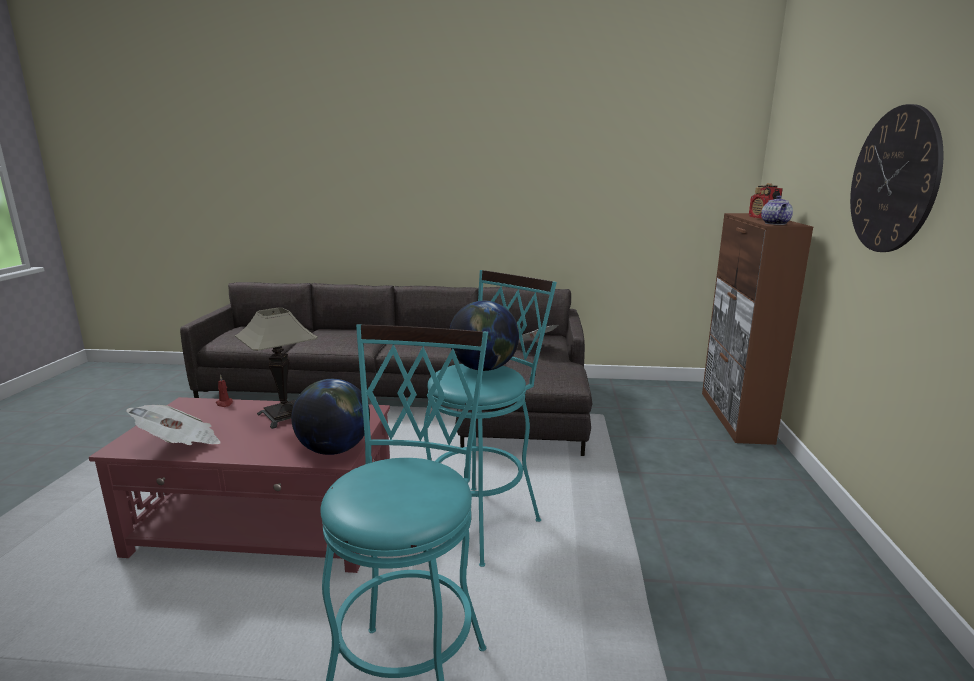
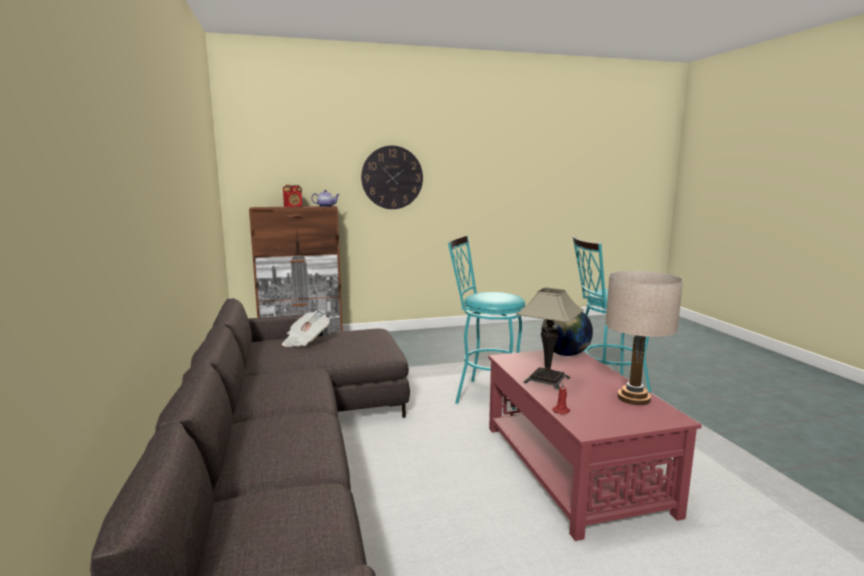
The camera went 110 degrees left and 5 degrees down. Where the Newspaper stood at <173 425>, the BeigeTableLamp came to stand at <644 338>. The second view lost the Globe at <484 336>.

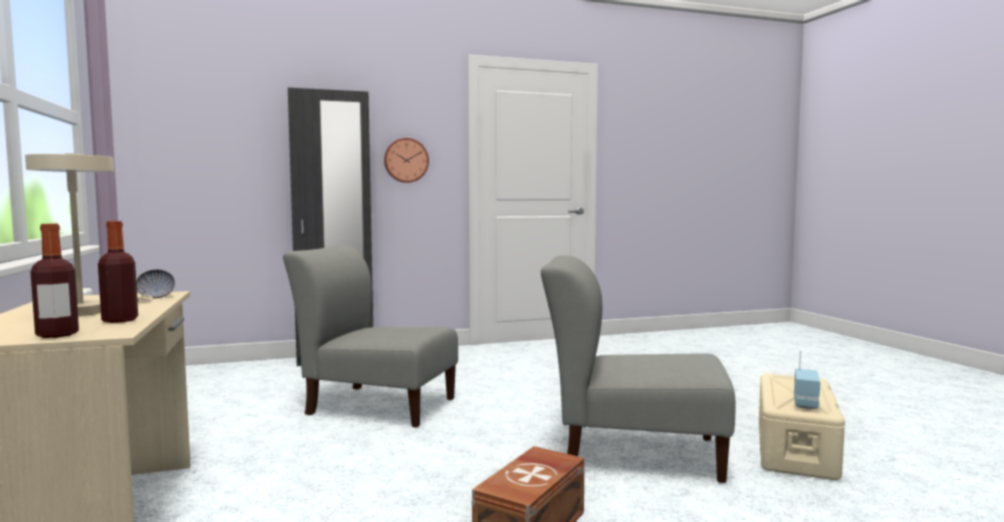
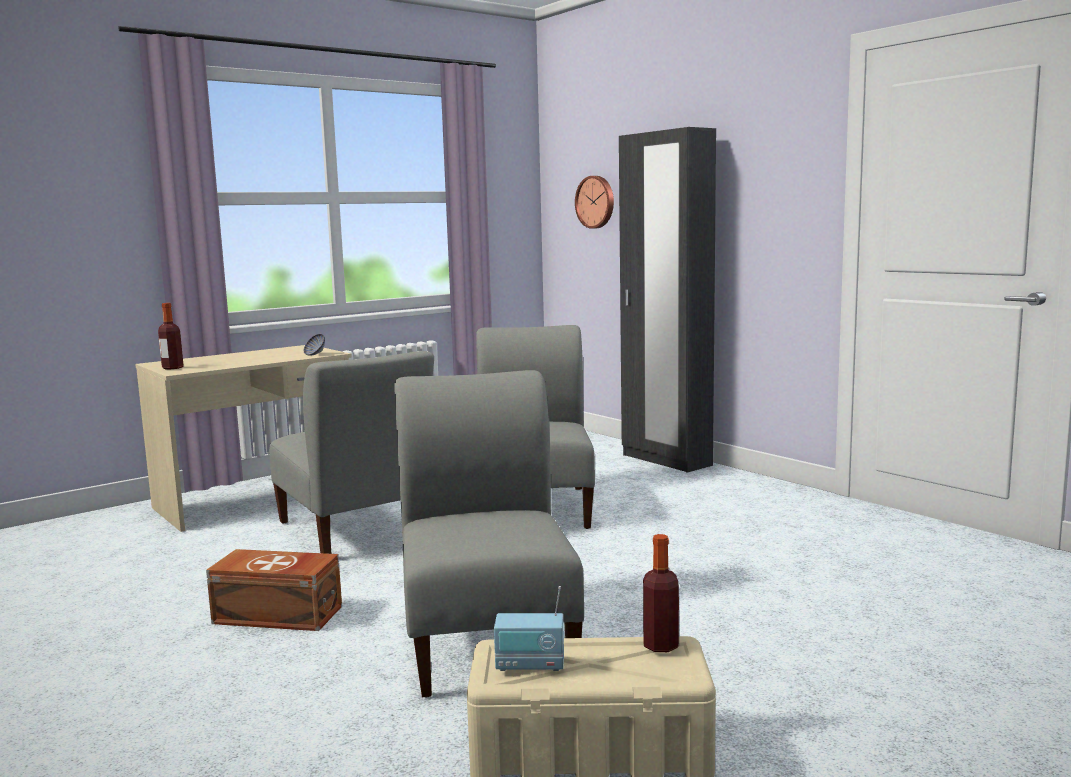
The camera went 70 degrees right and 5 degrees up. The second view lost the BeigeTableLamp at <89 234>. The Bottle ended up elsewhere, having gone from <118 272> to <661 593>. The WallClock ended up elsewhere, having gone from <406 160> to <594 202>. The second view gained the GreyChair at <351 452>.

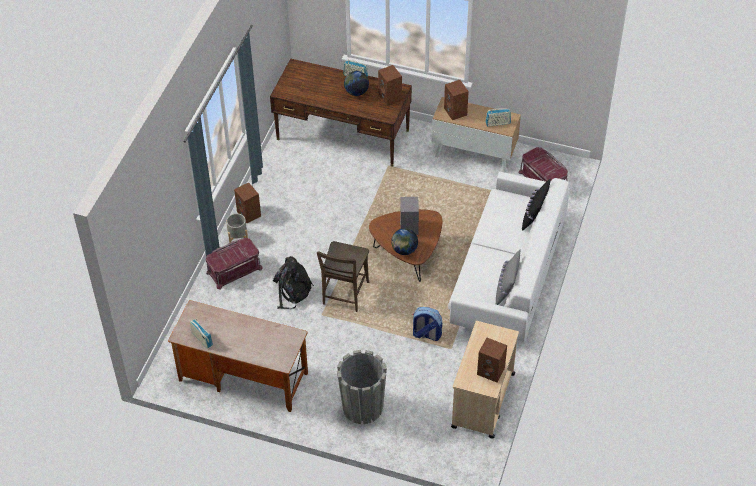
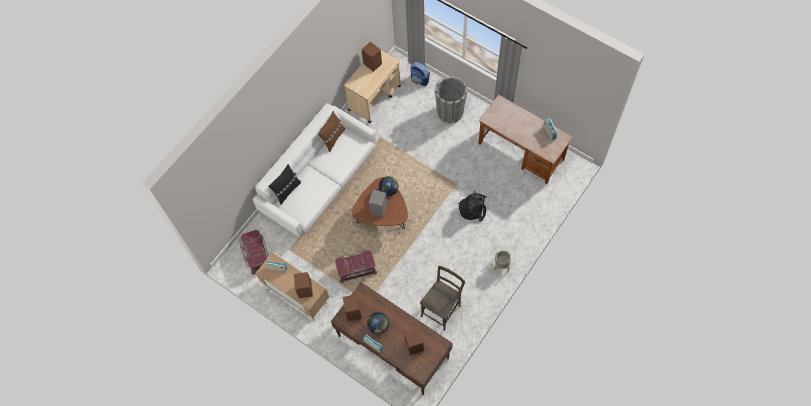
The camera went 160 degrees left and 15 degrees up. The RedStorageBox ended up elsewhere, having gone from <234 263> to <356 266>. The BrownSpeaker ended up elsewhere, having gone from <247 202> to <414 341>. The BrownChair ended up elsewhere, having gone from <343 276> to <442 298>. The Backpack ended up elsewhere, having gone from <427 324> to <420 74>. What was the GreyPillow at <508 277> turned into the BrownPillow at <331 131>.

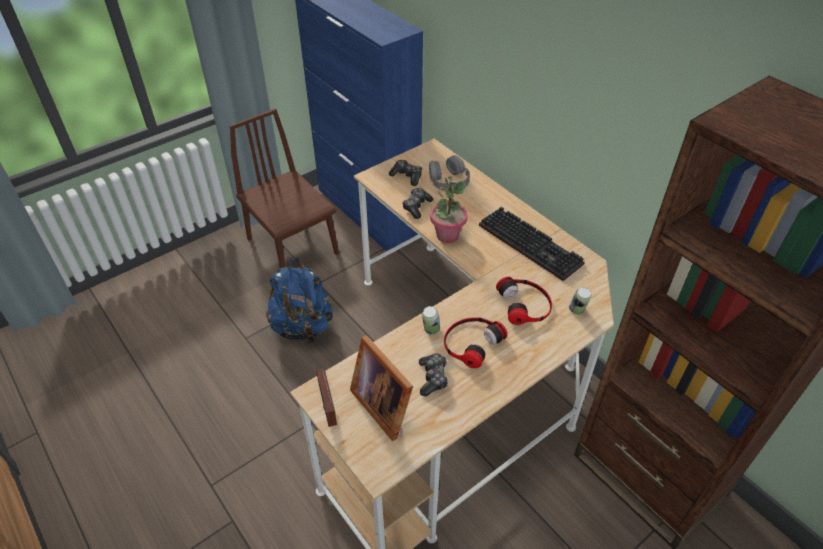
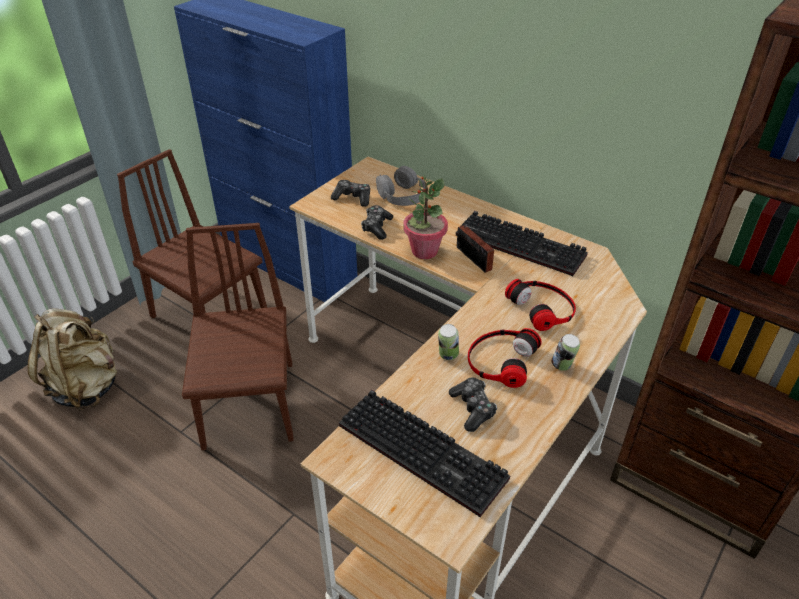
The camera went 15 degrees left and 5 degrees down. Where the BlueBackpack stood at <299 300>, the BrownChair came to stand at <237 336>. The Radio ended up elsewhere, having gone from <326 397> to <477 249>. Where the PictureFrame stood at <381 388>, the Keyboard came to stand at <424 453>. The Can ended up elsewhere, having gone from <580 301> to <566 352>. The second view gained the BeigeBackpack at <72 359>.

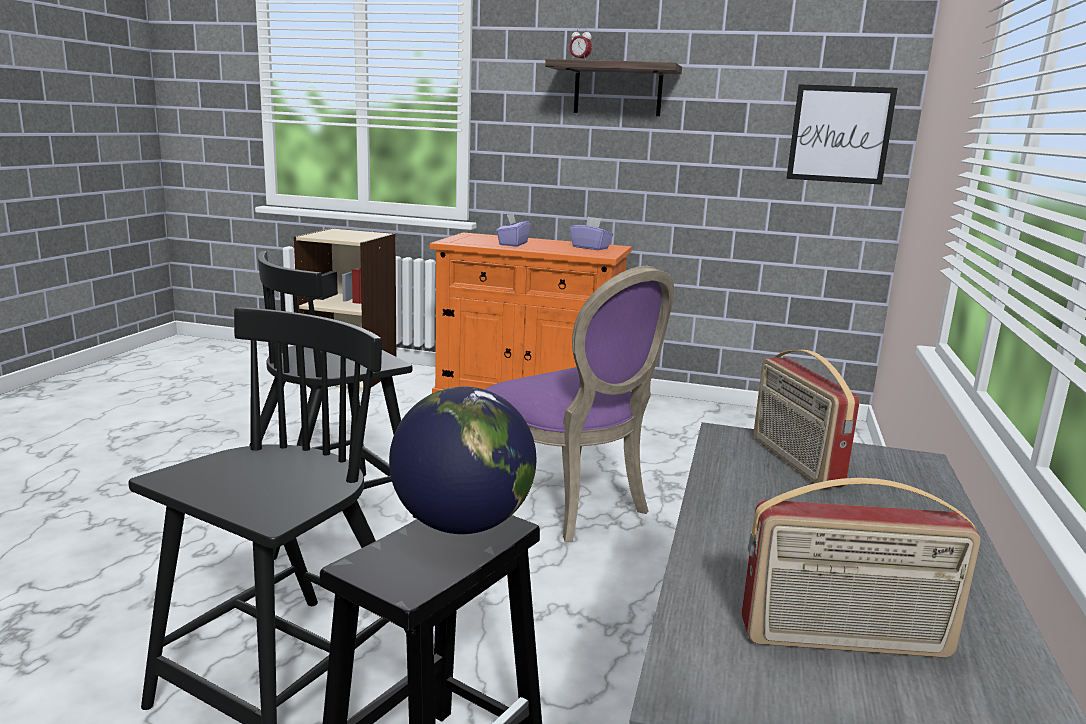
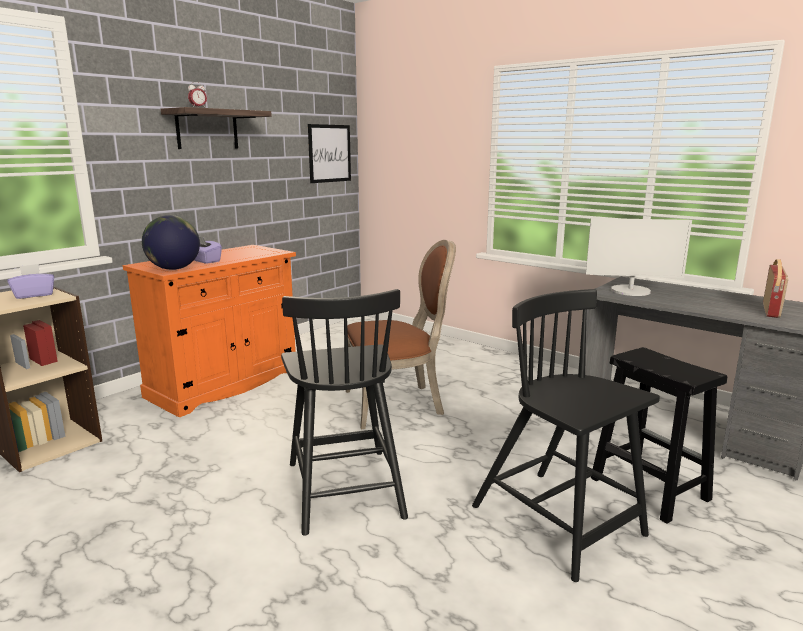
The camera went 65 degrees left and 0 degrees up. The Globe ended up elsewhere, having gone from <462 460> to <171 242>. What was the PurpleChair at <579 404> turned into the BrownChair at <401 334>. The PurpleTissueBox ended up elsewhere, having gone from <591 233> to <30 281>. Where the Radio stood at <806 419>, the Monitor came to stand at <639 257>.

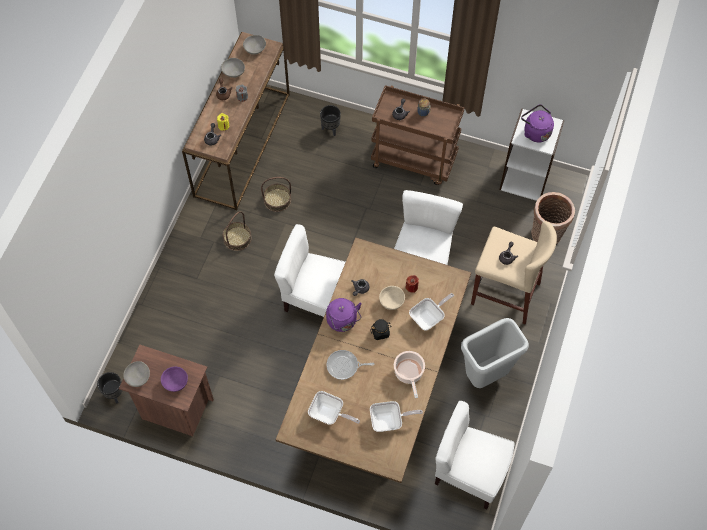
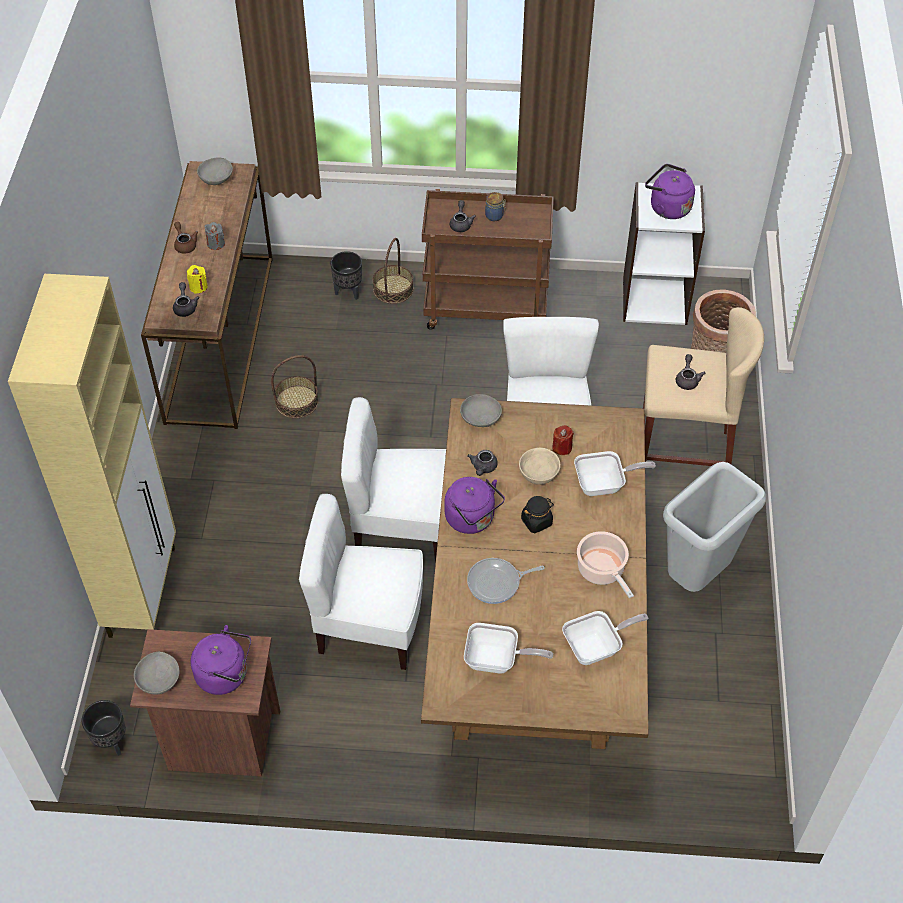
The camera went 15 degrees left and 10 degrees down. Where the PurpleBowl stood at <174 379>, the PurpleKettle came to stand at <221 660>. The GreyBowl ended up elsewhere, having gone from <233 68> to <481 410>. The Basket ended up elsewhere, having gone from <237 231> to <393 271>. The FryingPan at <431 312> ended up facing another way, 45 degrees clockwise from before. The WhiteChair ended up elsewhere, having gone from <474 455> to <361 582>. The second view gained the BeigeCabinet at <92 456>.

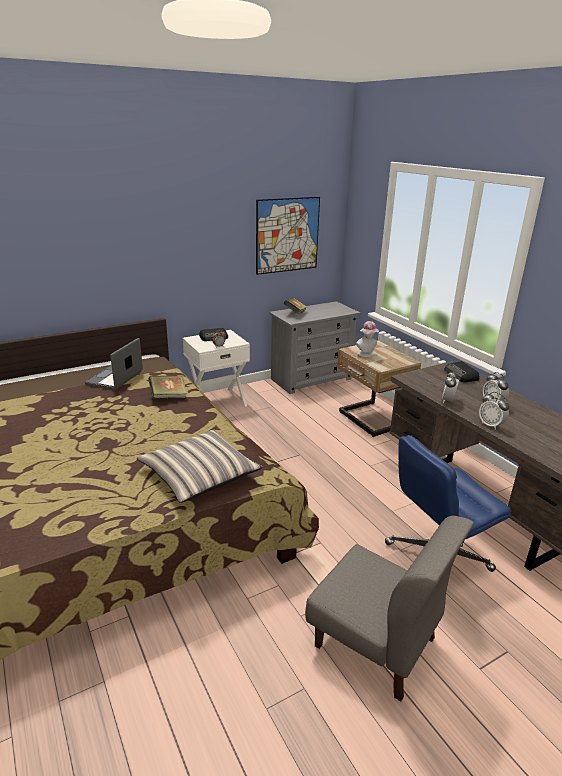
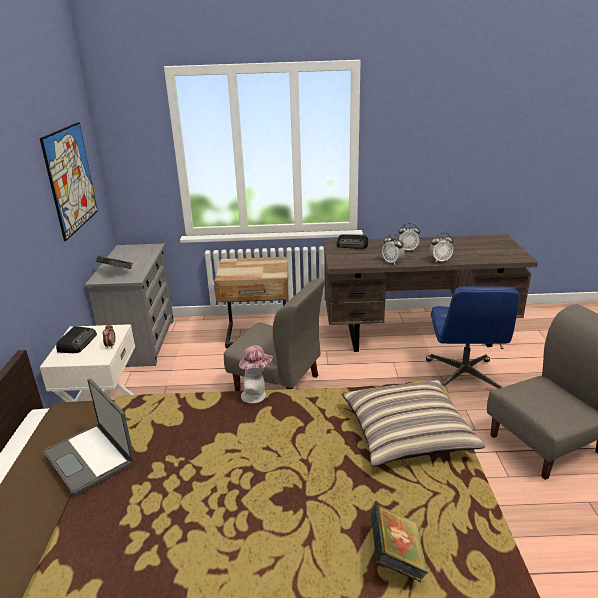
The camera went 60 degrees left and 0 degrees up. The Book ended up elsewhere, having gone from <167 387> to <399 543>. The Hat ended up elsewhere, having gone from <367 339> to <256 374>. The second view gained the GreyChair at <274 335>.

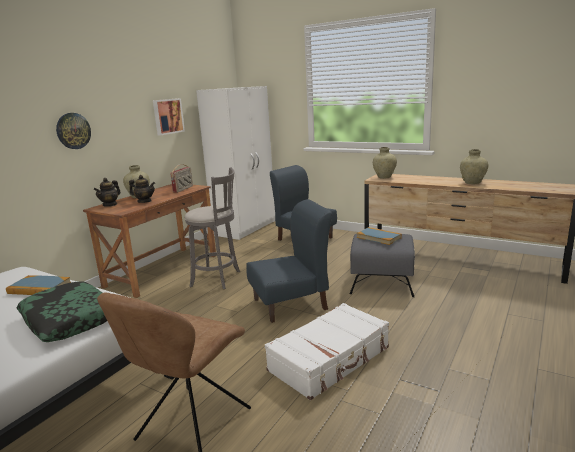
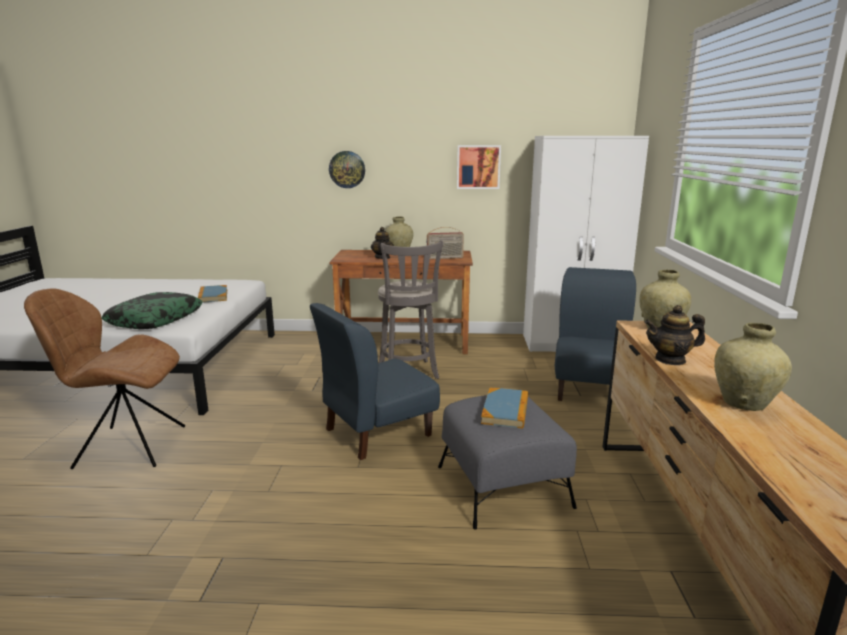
The camera went 60 degrees right and 0 degrees up. The Teapot ended up elsewhere, having gone from <107 192> to <674 335>. The BlueChair at <289 261> ended up facing another way, 105 degrees clockwise from before. The second view lost the WhiteSuitcase at <327 351>.

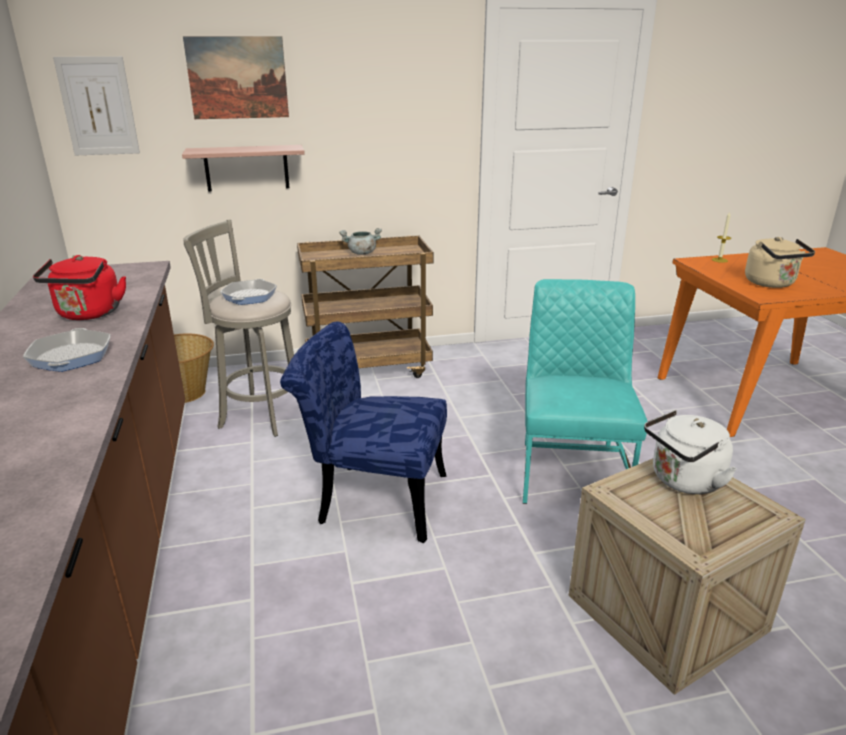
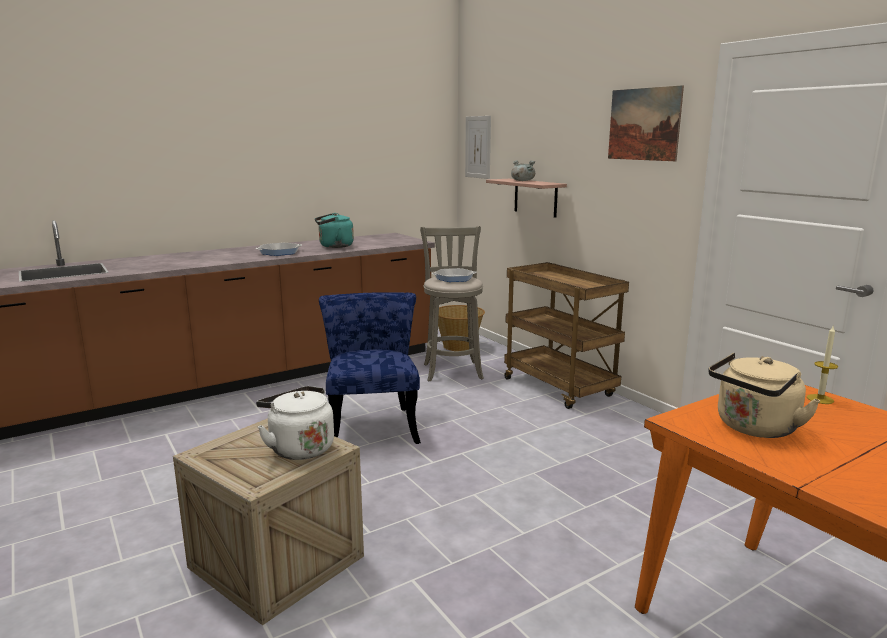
The camera went 70 degrees right and 10 degrees down. What was the RedKettle at <79 287> turned into the TurquoiseKettle at <334 230>. The Picture ended up elsewhere, having gone from <236 77> to <646 123>. The GreyCookingPot ended up elsewhere, having gone from <360 241> to <523 170>. The second view lost the TurquoiseChair at <585 391>.

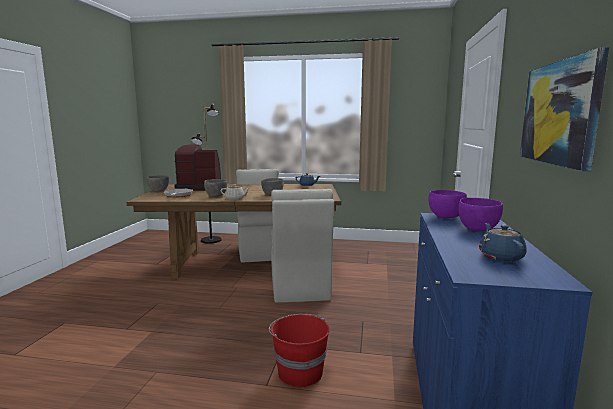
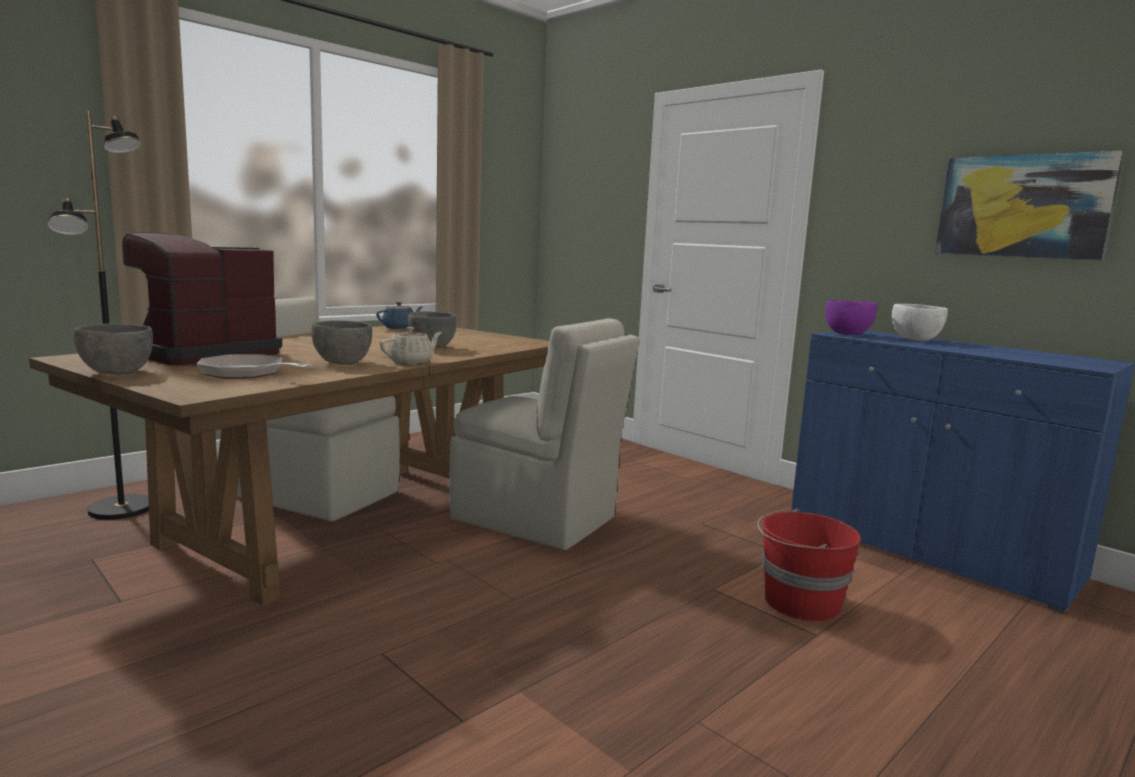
The camera went 55 degrees left and 0 degrees up. What was the PurpleBowl at <480 214> turned into the WhiteBowl at <920 322>. The second view lost the BlueTeapot at <503 242>.

